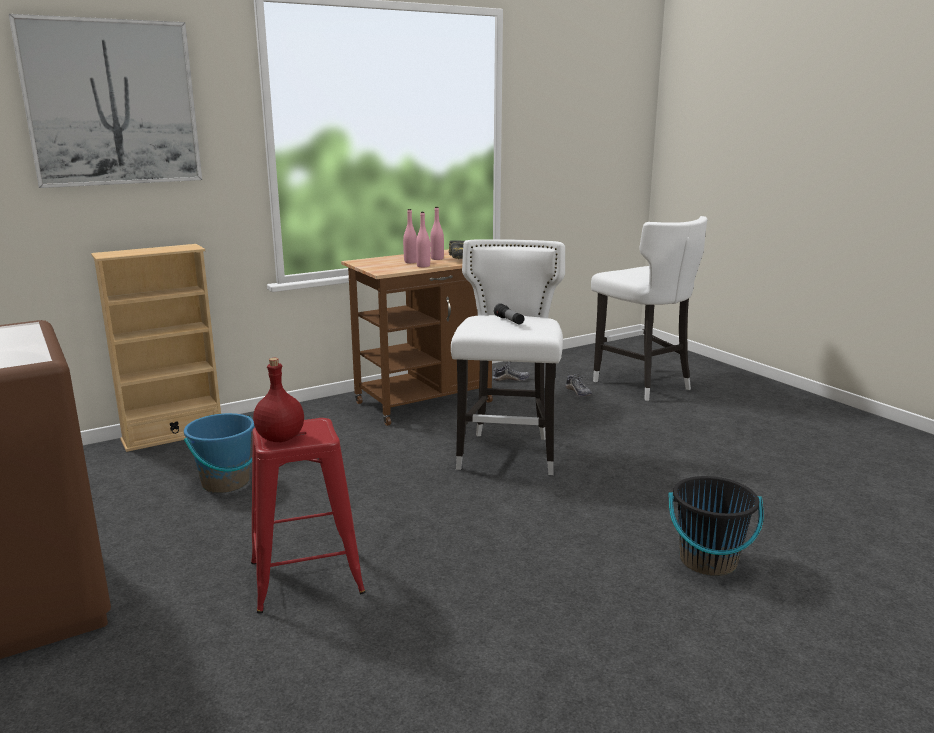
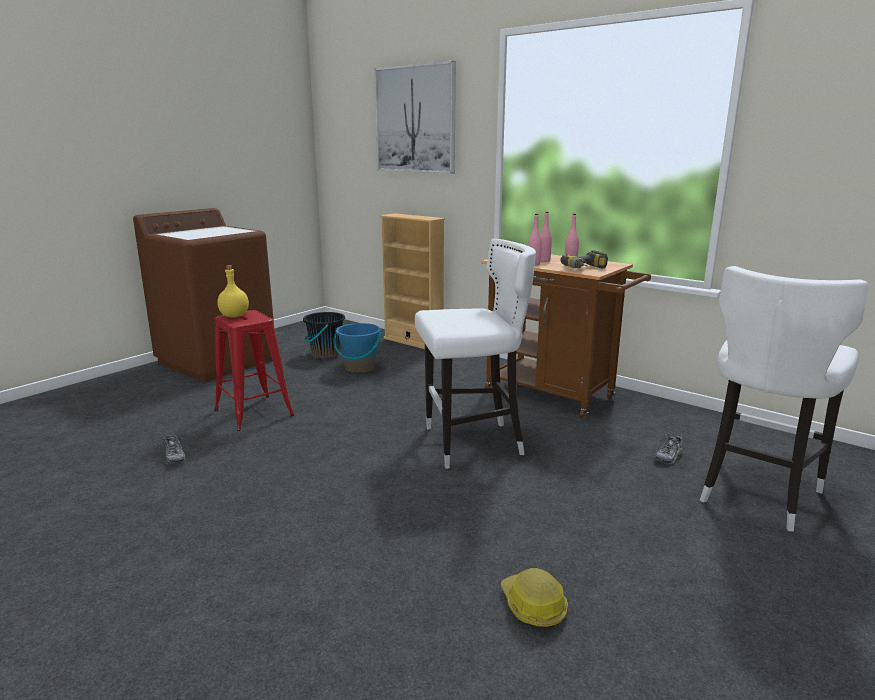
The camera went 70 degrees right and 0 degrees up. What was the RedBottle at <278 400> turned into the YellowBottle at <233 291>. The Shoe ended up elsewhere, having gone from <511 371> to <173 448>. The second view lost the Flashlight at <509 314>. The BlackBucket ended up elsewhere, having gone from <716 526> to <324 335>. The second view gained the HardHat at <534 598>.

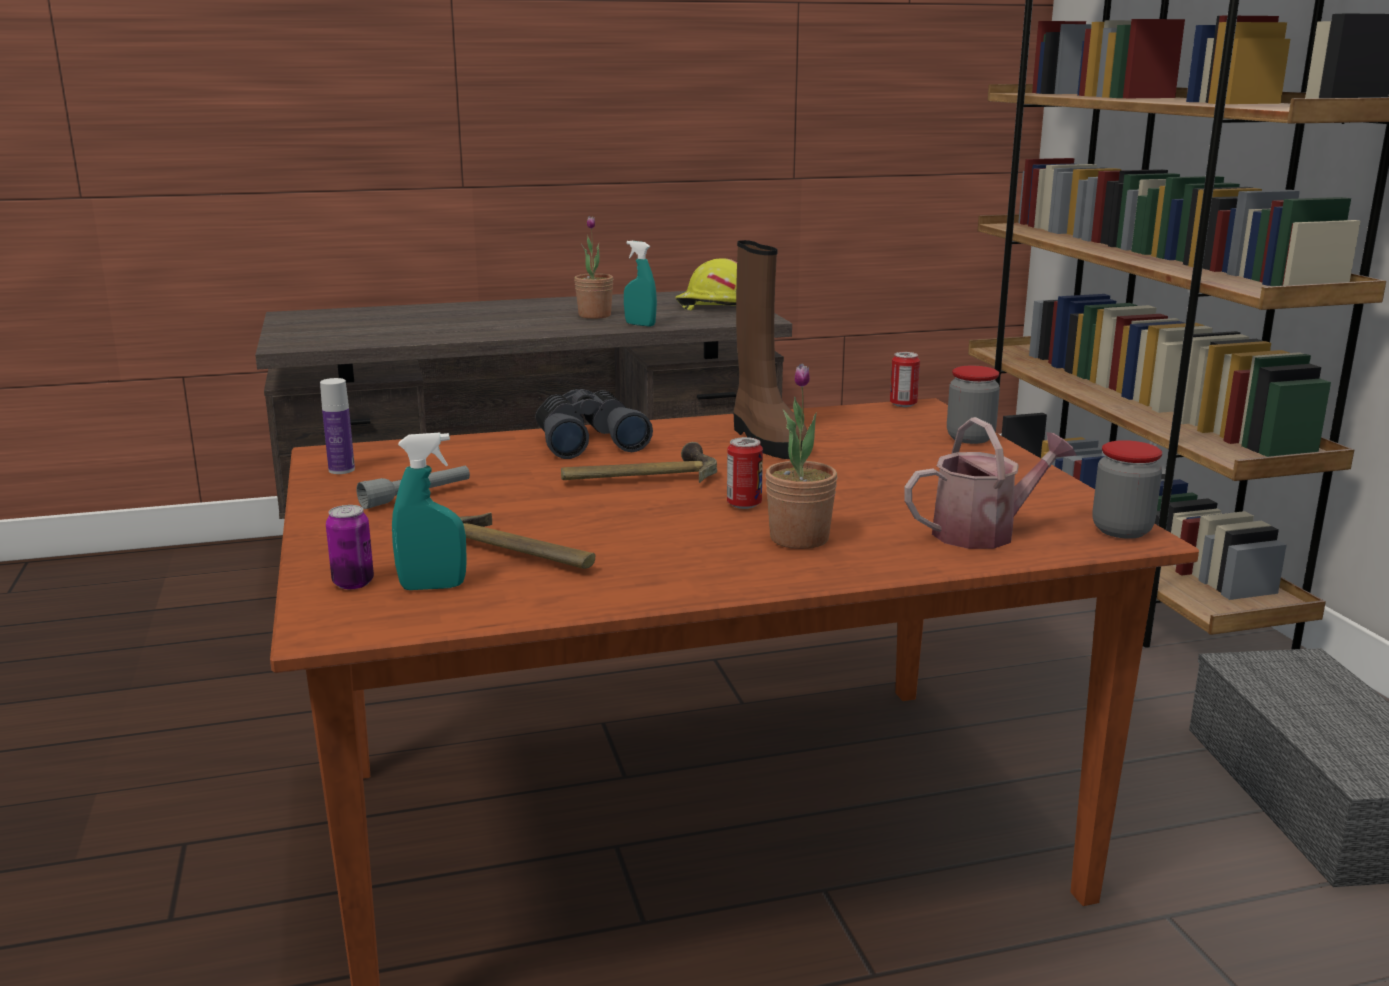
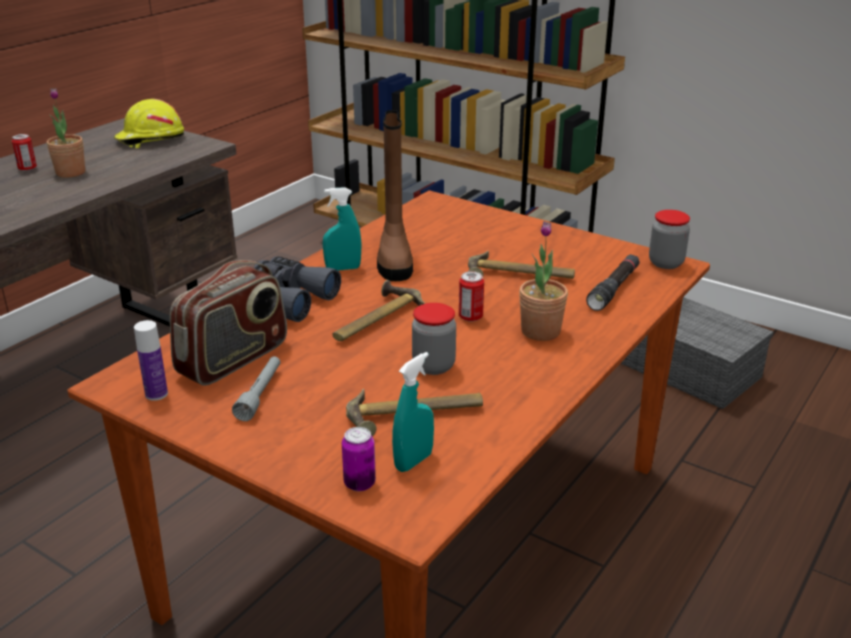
The camera went 40 degrees left and 10 degrees up. The TurquoiseSprayBottle ended up elsewhere, having gone from <640 284> to <342 229>. The BrownBoot at <770 349> ended up facing another way, 60 degrees clockwise from before. The Can ended up elsewhere, having gone from <905 379> to <24 152>. Where the WateringCan stood at <990 483>, the BlackFlashlight came to stand at <613 282>. The Jar ended up elsewhere, having gone from <973 405> to <434 339>. The second view gained the Radio at <228 323>. The second view gained the Hammer at <521 265>.

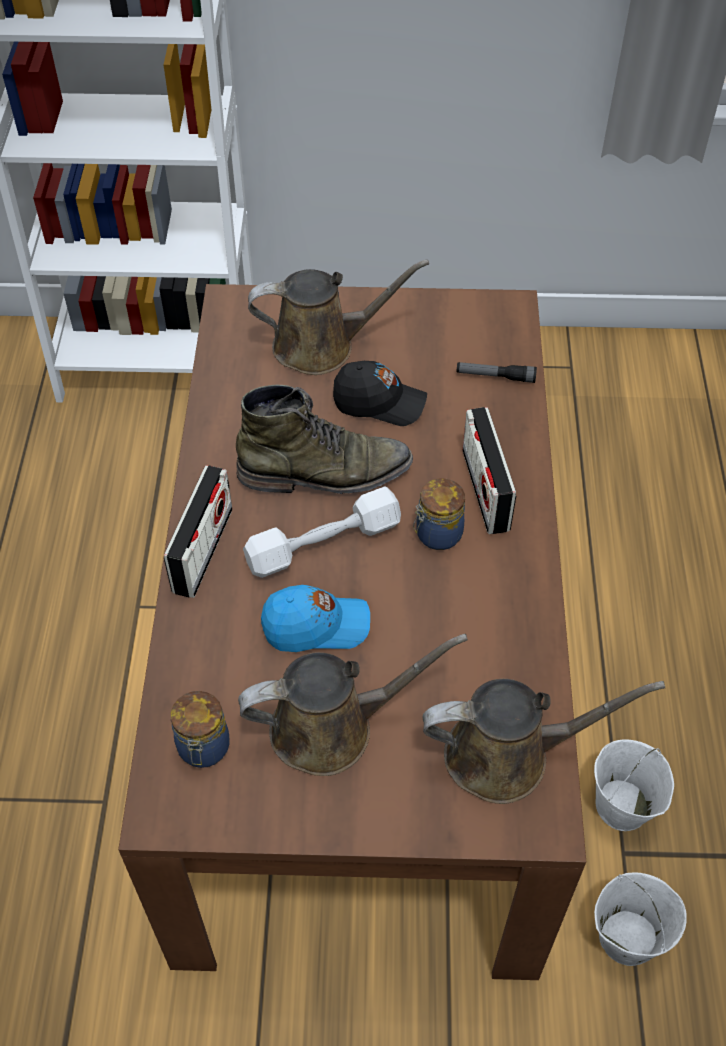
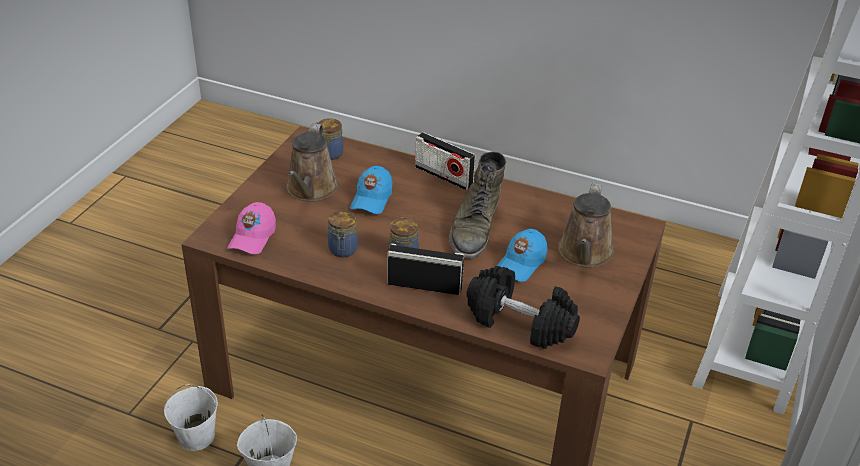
The camera went 110 degrees right and 15 degrees down. The second view lost the WhiteDumbbell at <322 532>. What was the BlackCap at <380 393> turned into the BlueCap at <522 255>. Where the BrownWateringCan stood at <544 741>, the PinkCap came to stand at <251 228>. Where the Flashlight stood at <496 372>, the BlackDumbbell came to stand at <523 307>. The second view gained the Jar at <343 233>.

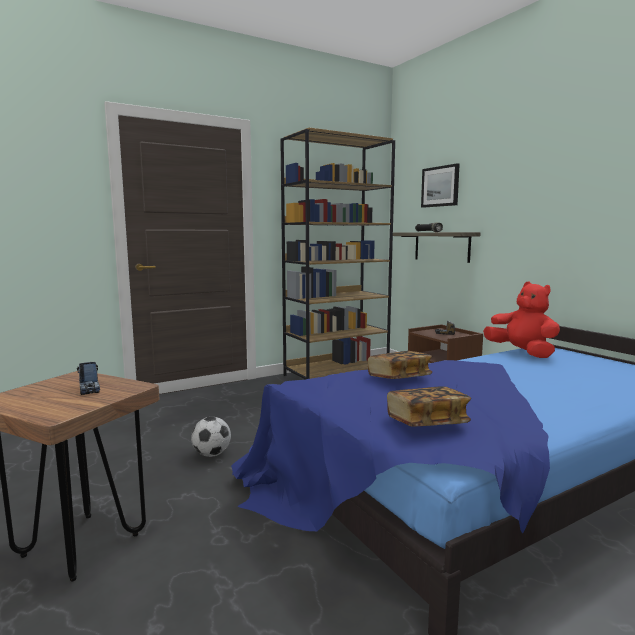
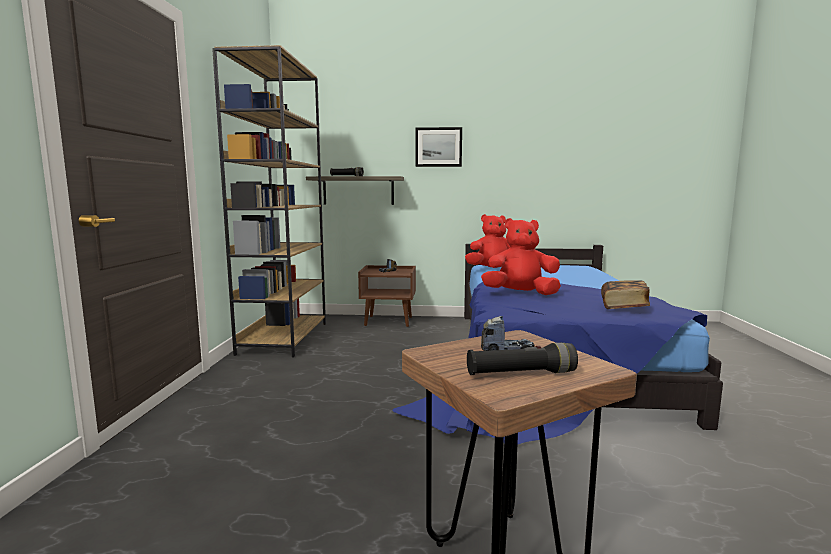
The camera went 55 degrees left and 0 degrees up. The second view lost the Football at <211 437>. Where the Book stood at <400 365>, the RedPlushToy came to stand at <521 256>. The Picture ended up elsewhere, having gone from <440 185> to <439 147>. The second view gained the BlackFlashlight at <522 359>.

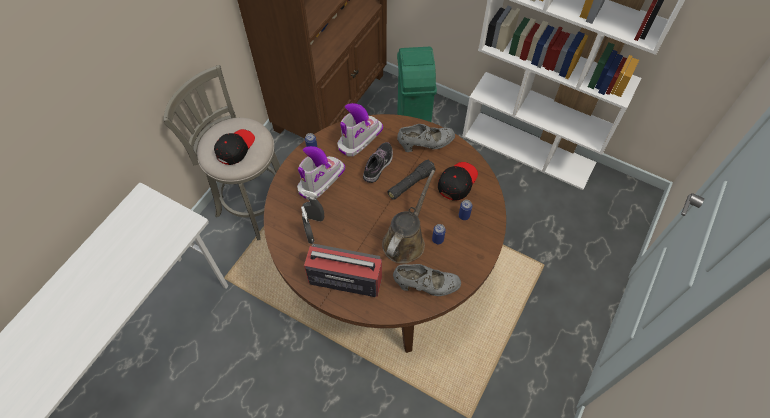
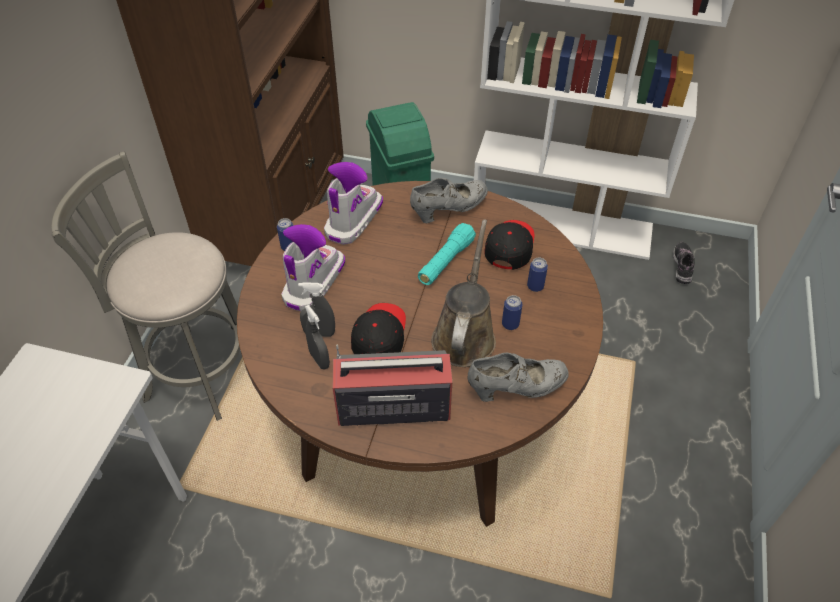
The camera went 15 degrees left and 10 degrees down. The BlackCap ended up elsewhere, having gone from <234 147> to <378 328>. The Shoe ended up elsewhere, having gone from <378 162> to <684 263>. What was the BlackFlashlight at <411 180> turned into the TurquoiseFlashlight at <447 254>.

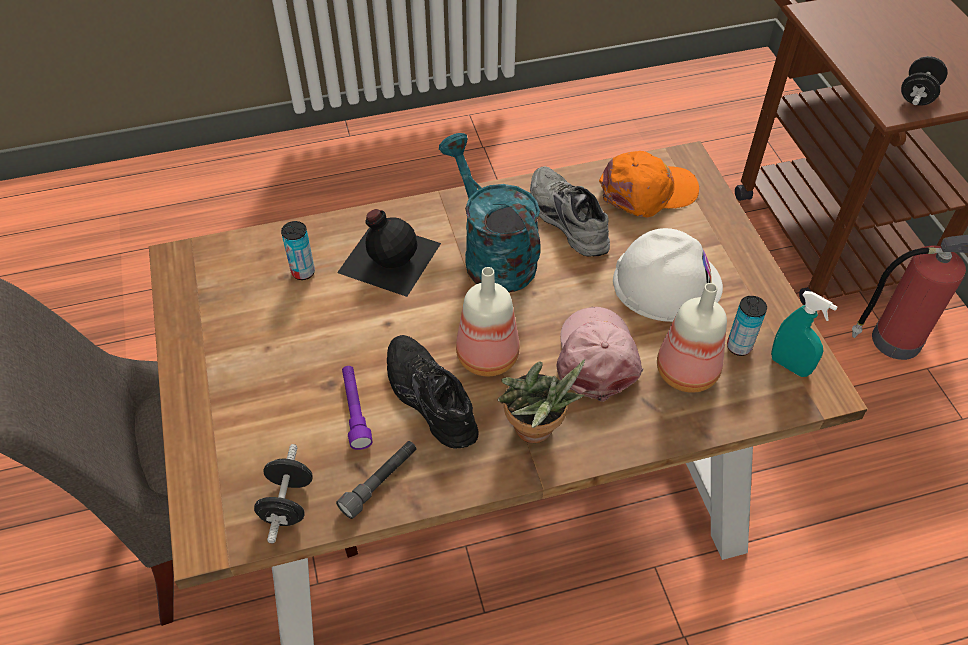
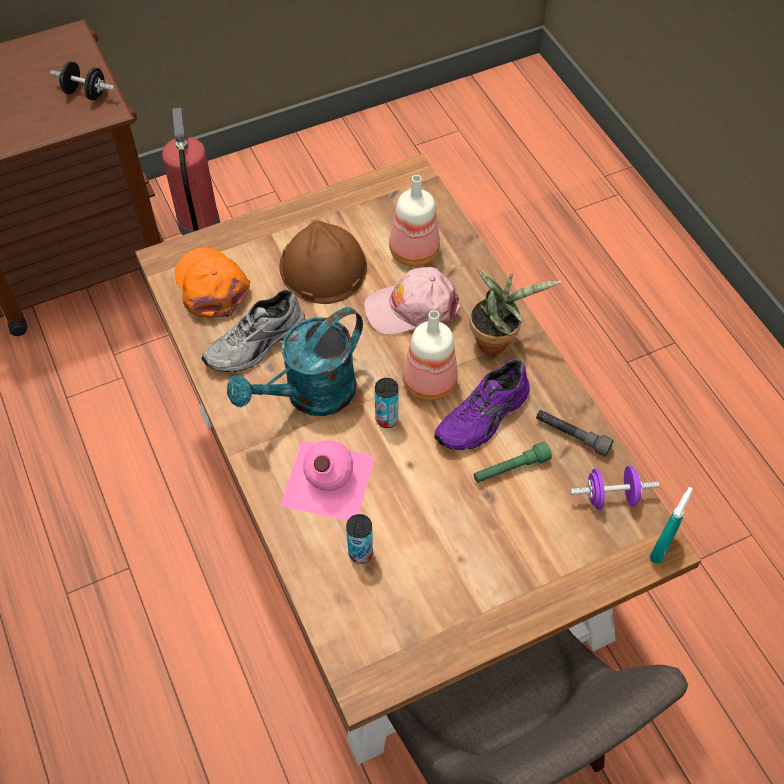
The camera went 100 degrees left and 5 degrees up. What was the BlackDumbbell at <283 493> turned into the PurpleDumbbell at <614 487>. What was the BlackBottle at <389 253> turned into the PinkBottle at <327 480>. What was the PurpleFlashlight at <357 408> turned into the GreenFlashlight at <513 462>. What was the BlackShoe at <432 392> turned into the PurpleShoe at <482 404>. What was the WhiteHardHat at <668 275> turned into the BrownHardHat at <323 262>. The Can ended up elsewhere, having gone from <747 326> to <387 403>. The TurquoiseSprayBottle ended up elsewhere, having gone from <804 334> to <671 525>.

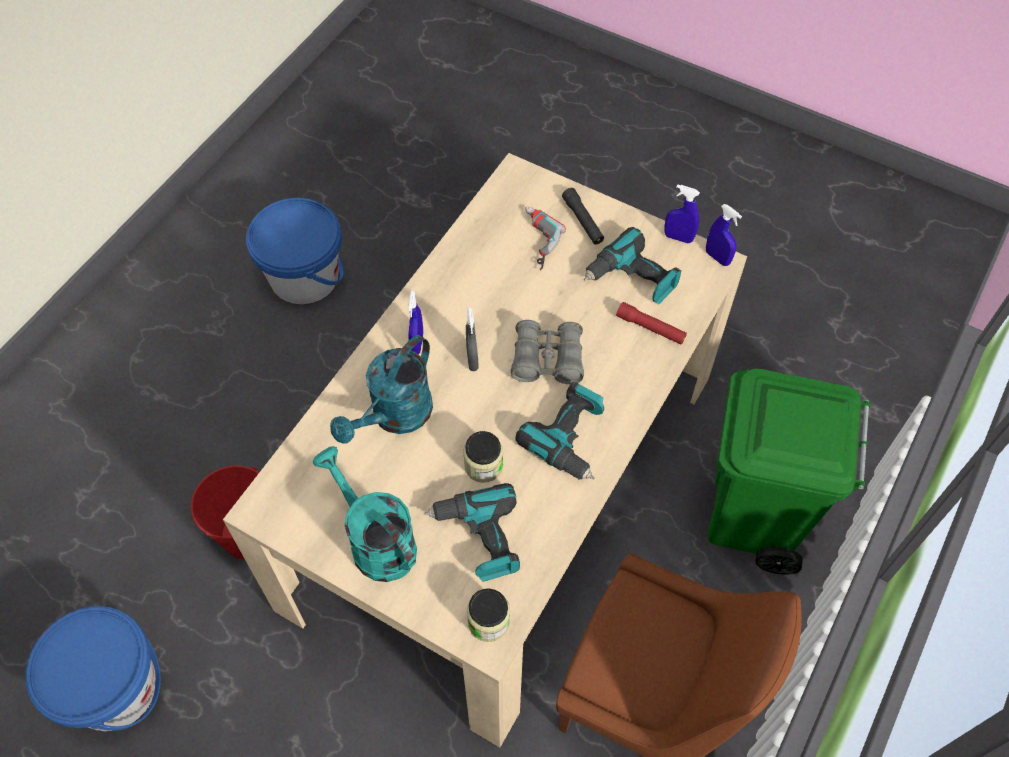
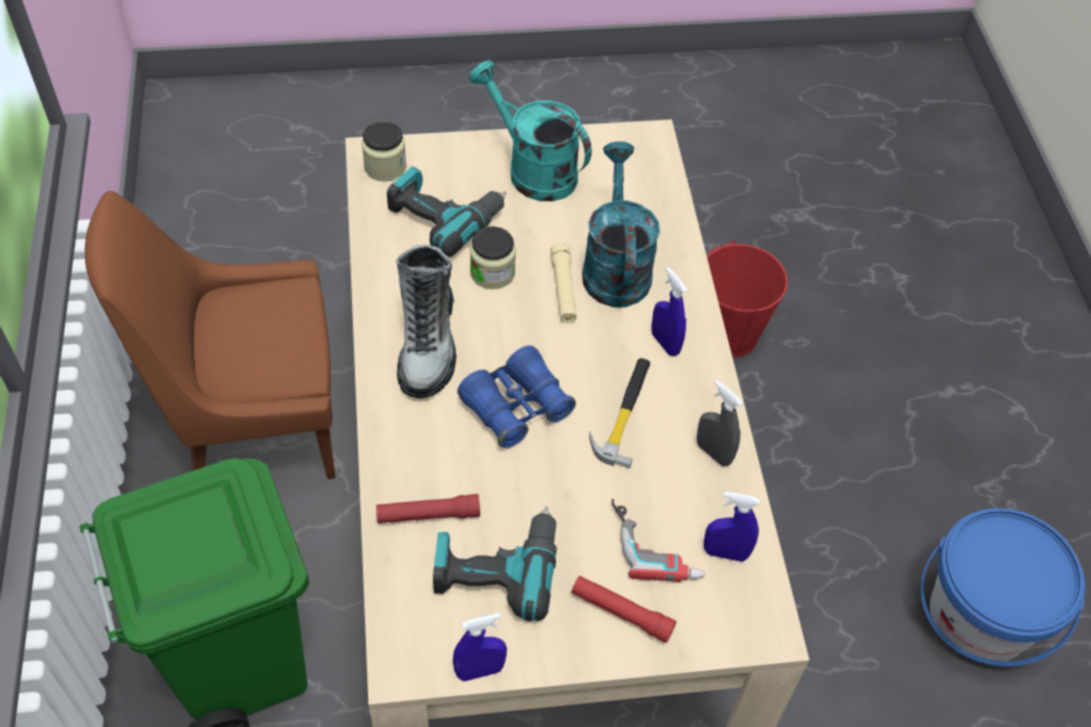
The camera went 140 degrees right and 5 degrees down. The second view lost the BlueBucket at <93 668>. The TurquoiseWateringCan at <364 514> ended up facing another way, 150 degrees counterclockwise from before. The GreySprayBottle ended up elsewhere, having gone from <472 339> to <720 423>. What was the GreyBinoculars at <547 352> turned into the BlueBinoculars at <516 397>. Where the PowerDrill stood at <559 431>, the Boot came to stand at <426 322>. What was the BlackFlashlight at <583 216> turned into the RedFlashlight at <624 609>. The BlueSprayBottle ended up elsewhere, having gone from <724 235> to <732 526>. The second view gained the BeigeFlashlight at <563 283>. The second view gained the Hammer at <619 413>.

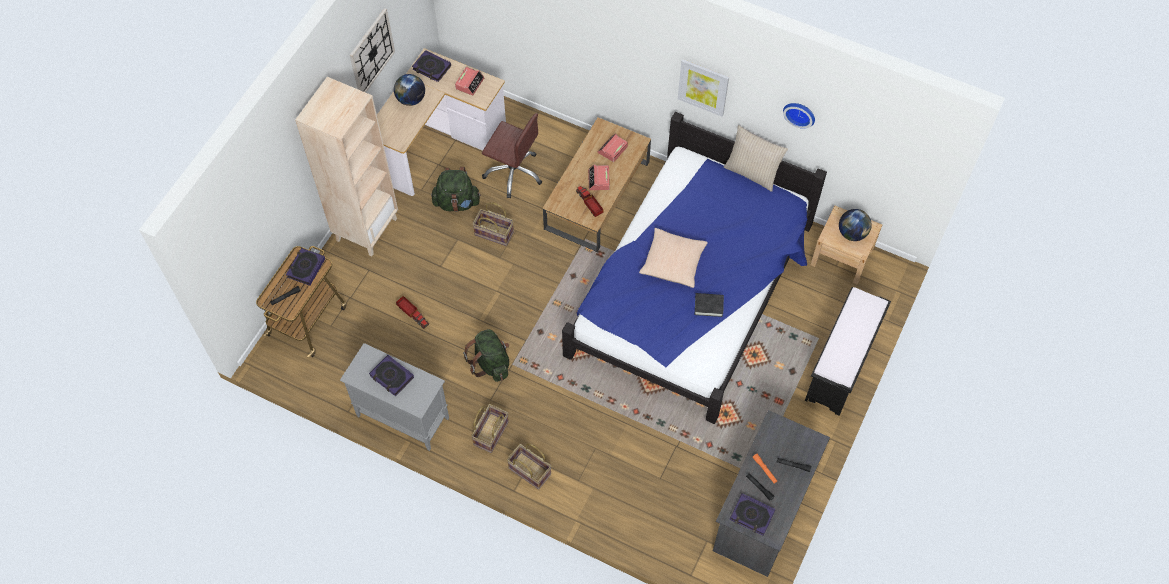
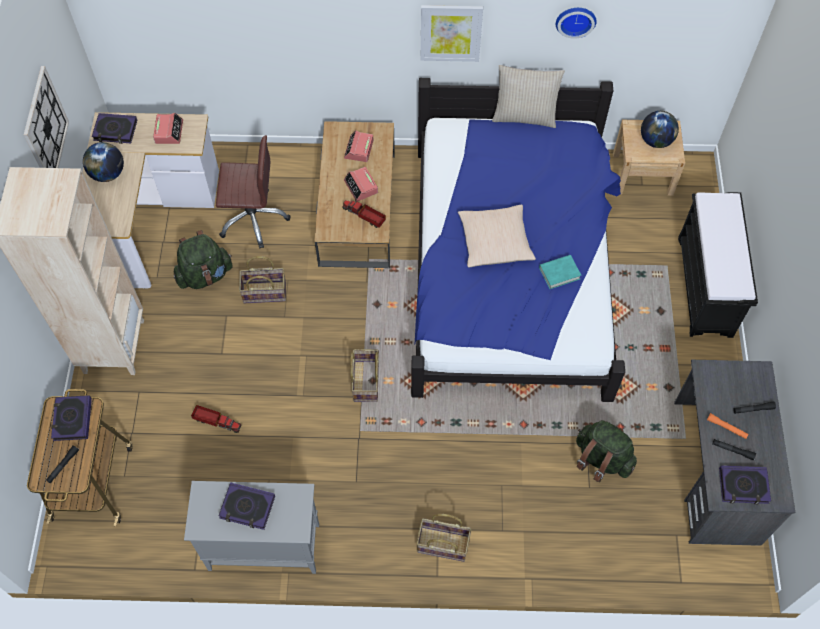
The camera went 25 degrees left and 0 degrees up. The GreenBackpack ended up elsewhere, having gone from <486 355> to <606 451>. The Basket ended up elsewhere, having gone from <490 428> to <364 375>. What was the BlackBook at <709 305> turned into the TurquoiseBook at <560 272>.

